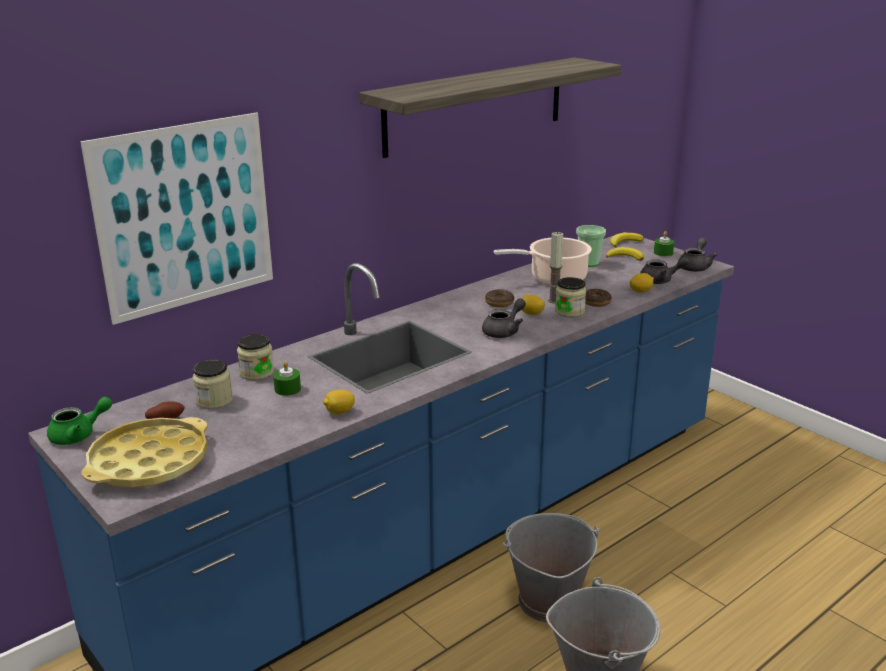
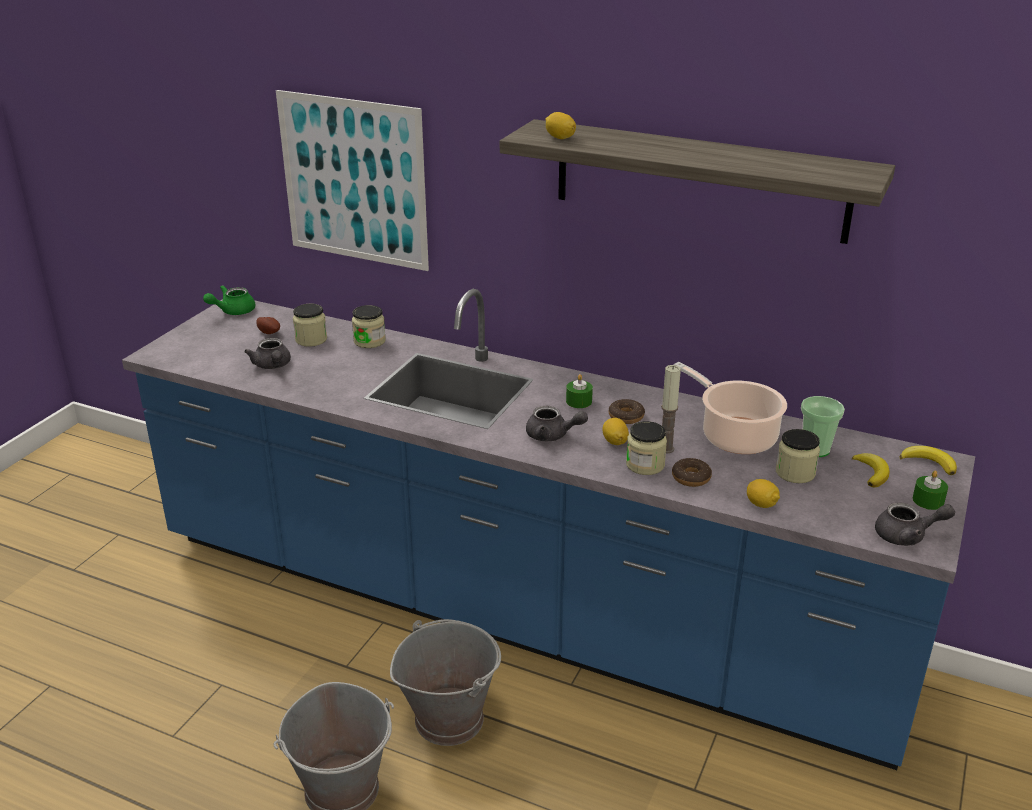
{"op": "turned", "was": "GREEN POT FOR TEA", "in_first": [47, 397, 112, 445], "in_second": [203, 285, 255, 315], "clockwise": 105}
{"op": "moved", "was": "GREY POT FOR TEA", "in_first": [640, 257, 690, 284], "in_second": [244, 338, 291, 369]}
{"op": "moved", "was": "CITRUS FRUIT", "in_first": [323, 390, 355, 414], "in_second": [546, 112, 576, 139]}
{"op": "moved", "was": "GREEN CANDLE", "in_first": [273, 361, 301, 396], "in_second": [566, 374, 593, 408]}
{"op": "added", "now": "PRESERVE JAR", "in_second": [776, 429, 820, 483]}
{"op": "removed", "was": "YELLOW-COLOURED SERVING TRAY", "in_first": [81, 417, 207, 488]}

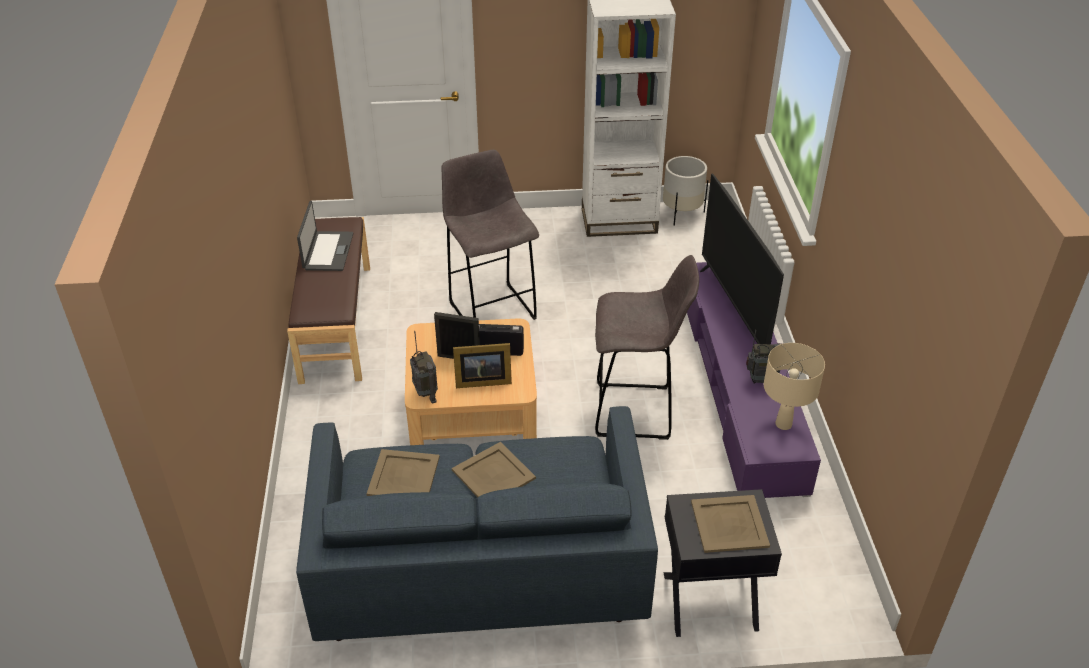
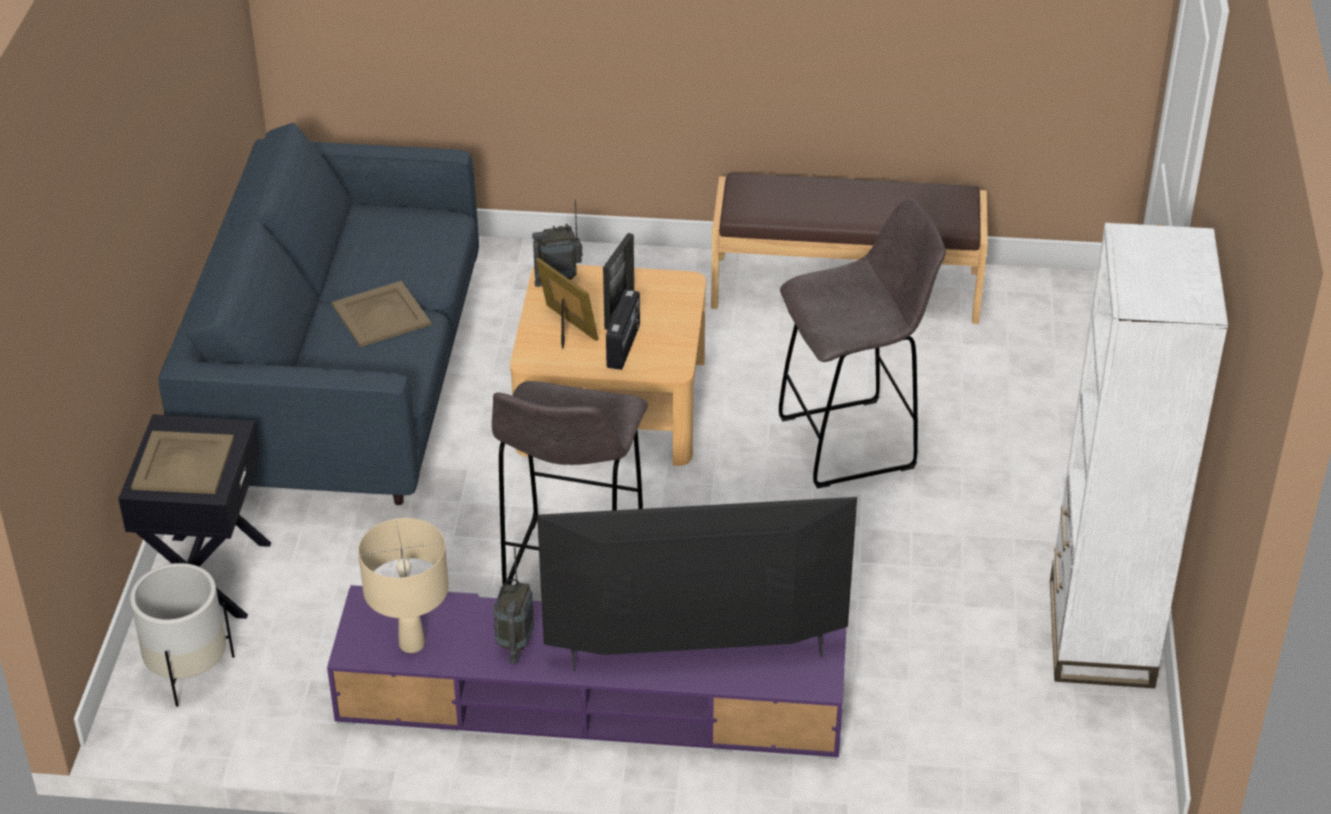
{"op": "moved", "was": "WHITE PLANTER", "in_first": [663, 156, 708, 226], "in_second": [130, 563, 235, 707]}
{"op": "turned", "was": "PICTURE FRAME", "in_first": [453, 343, 512, 388], "in_second": [536, 258, 598, 349], "clockwise": 135}
{"op": "removed", "was": "NOTEBOOK COMPUTER", "in_first": [297, 201, 353, 271]}
{"op": "removed", "was": "BEIGE SERVING TRAY", "in_first": [367, 449, 440, 496]}

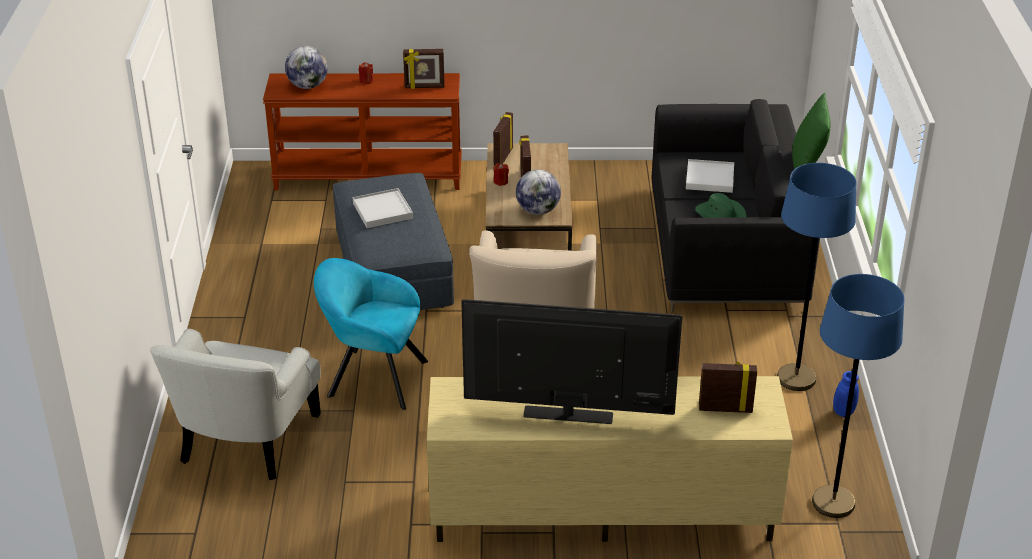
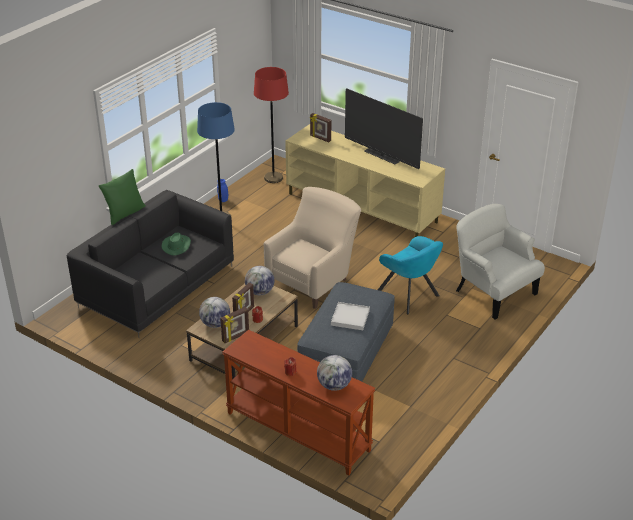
{"op": "added", "now": "WORLD GLOBE", "in_second": [199, 297, 230, 328]}
{"op": "recoloured", "was": "BLUE STANDING LAMP", "now": "REDDISH STANDING LAMP", "in_first": [812, 274, 904, 518], "in_second": [254, 67, 289, 183]}
{"op": "turned", "was": "WHITE LOUNGE CHAIR", "in_first": [150, 329, 321, 480], "in_second": [456, 204, 545, 320], "clockwise": -90}
{"op": "removed", "was": "PICTURE FRAME", "in_first": [403, 49, 445, 89]}
{"op": "removed", "was": "WHITE SERVING TRAY", "in_first": [686, 159, 734, 193]}

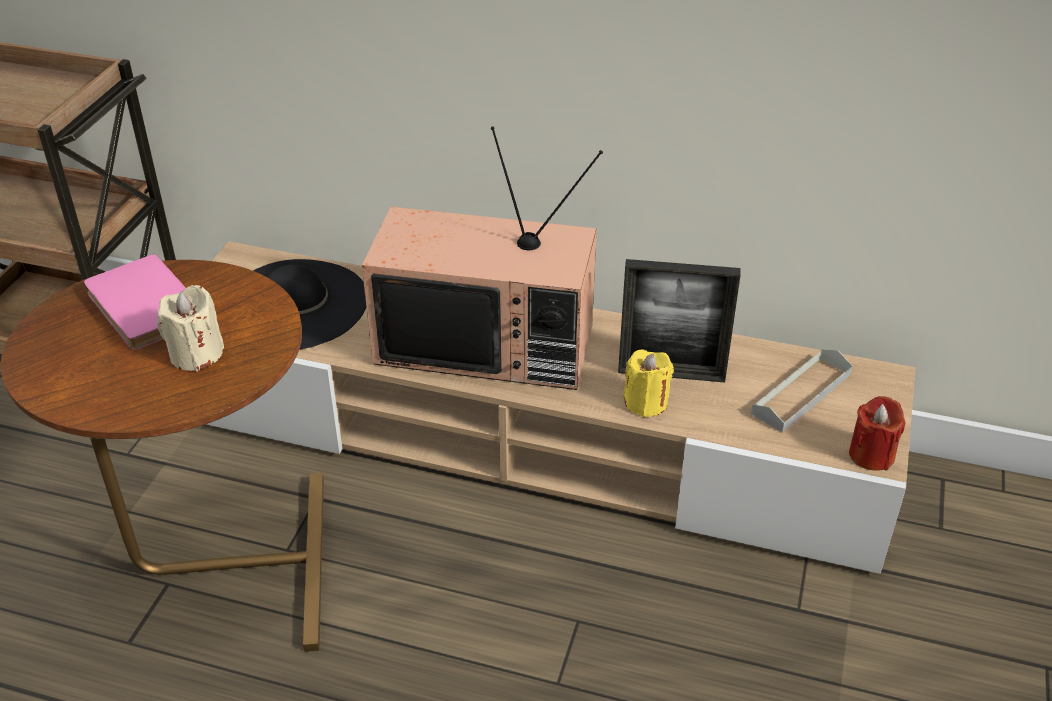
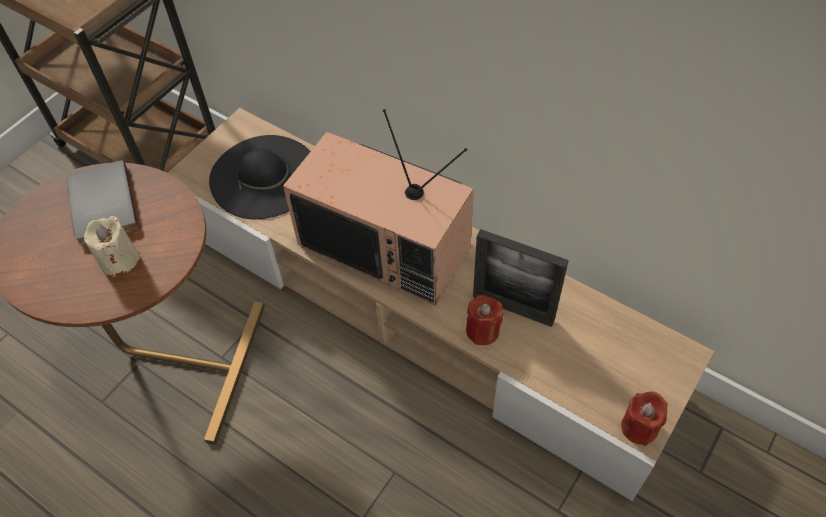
{"op": "recoloured", "was": "PINK BOOK", "now": "GREY BOOK", "in_first": [84, 254, 186, 350], "in_second": [66, 160, 139, 246]}
{"op": "recoloured", "was": "YELLOW-COLOURED CANDLE", "now": "REDDISH CANDLE", "in_first": [623, 349, 674, 417], "in_second": [466, 295, 504, 345]}
{"op": "removed", "was": "GREY SERVING TRAY", "in_first": [751, 349, 853, 432]}

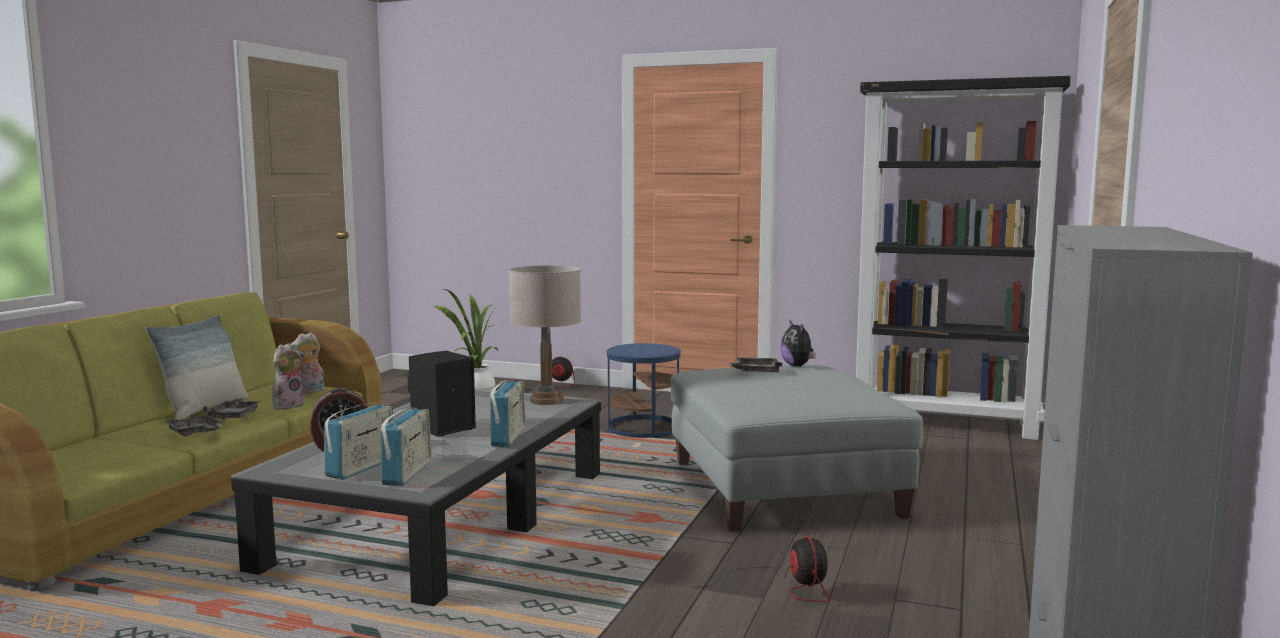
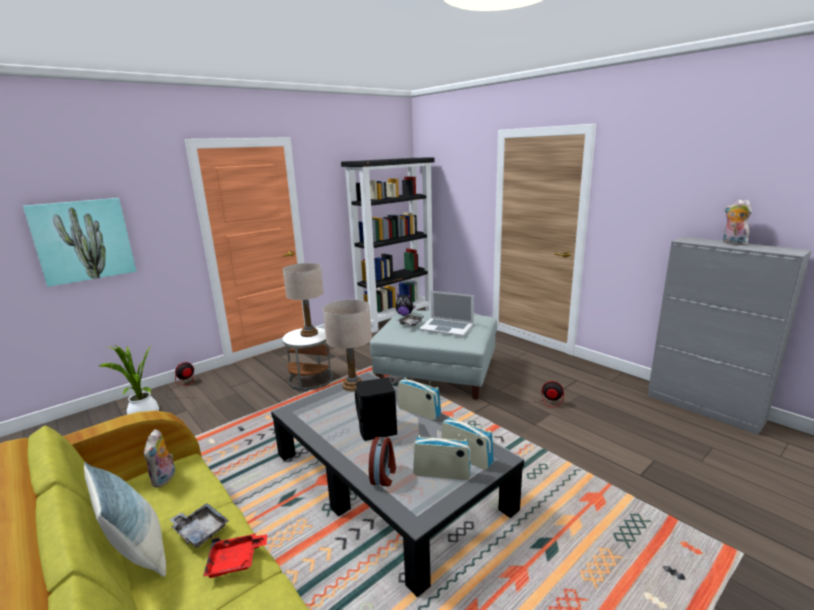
{"op": "added", "now": "WALL ART", "in_second": [23, 198, 136, 287]}
{"op": "recoloured", "was": "GREY SERVING TRAY", "now": "REDDISH SERVING TRAY", "in_first": [165, 411, 223, 437], "in_second": [203, 534, 267, 578]}
{"op": "added", "now": "BEIGE TABLE LAMP", "in_second": [283, 263, 324, 337]}
{"op": "recoloured", "was": "BLUE SIDE TABLE", "now": "WHITE SIDE TABLE", "in_first": [607, 343, 681, 438], "in_second": [283, 327, 333, 391]}
{"op": "turned", "was": "RADIO SET", "in_first": [324, 404, 394, 480], "in_second": [413, 434, 471, 480], "clockwise": -45}
{"op": "added", "now": "NOTEBOOK COMPUTER", "in_second": [419, 291, 474, 337]}
{"op": "moved", "was": "SOFT TOY", "in_first": [272, 343, 304, 410], "in_second": [723, 200, 752, 245]}

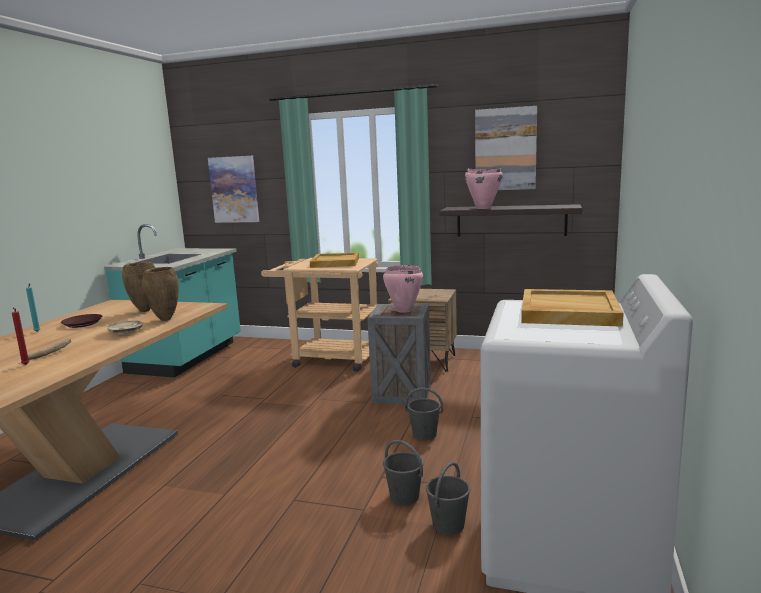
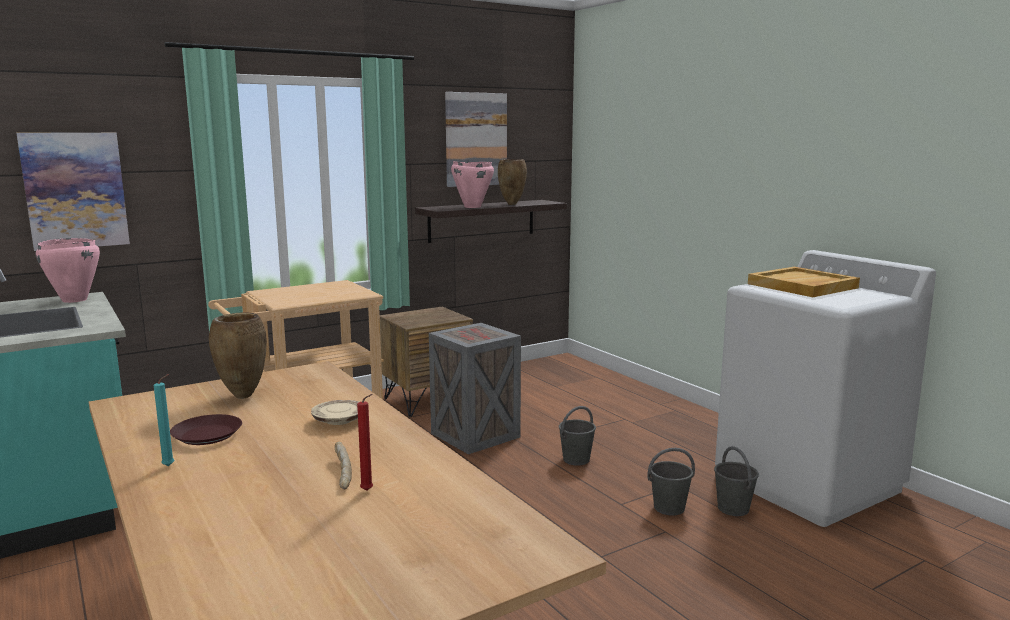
{"op": "moved", "was": "PINK COOKING POT", "in_first": [383, 265, 423, 313], "in_second": [36, 238, 100, 303]}
{"op": "moved", "was": "BROWN DECORATIVE VASE", "in_first": [142, 267, 179, 321], "in_second": [498, 159, 527, 205]}
{"op": "removed", "was": "BEIGE SERVING TRAY", "in_first": [310, 252, 359, 268]}

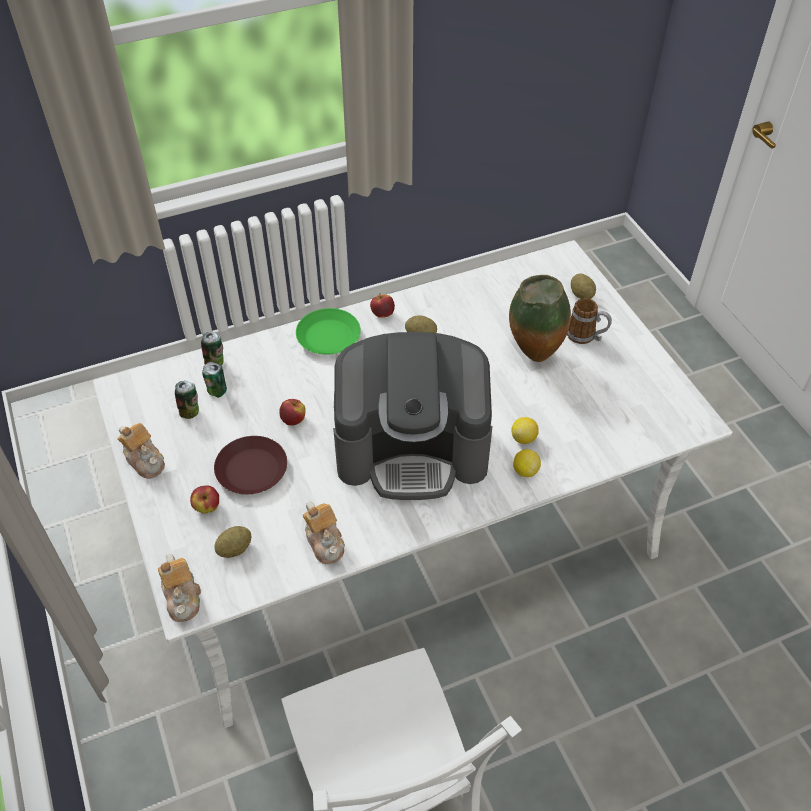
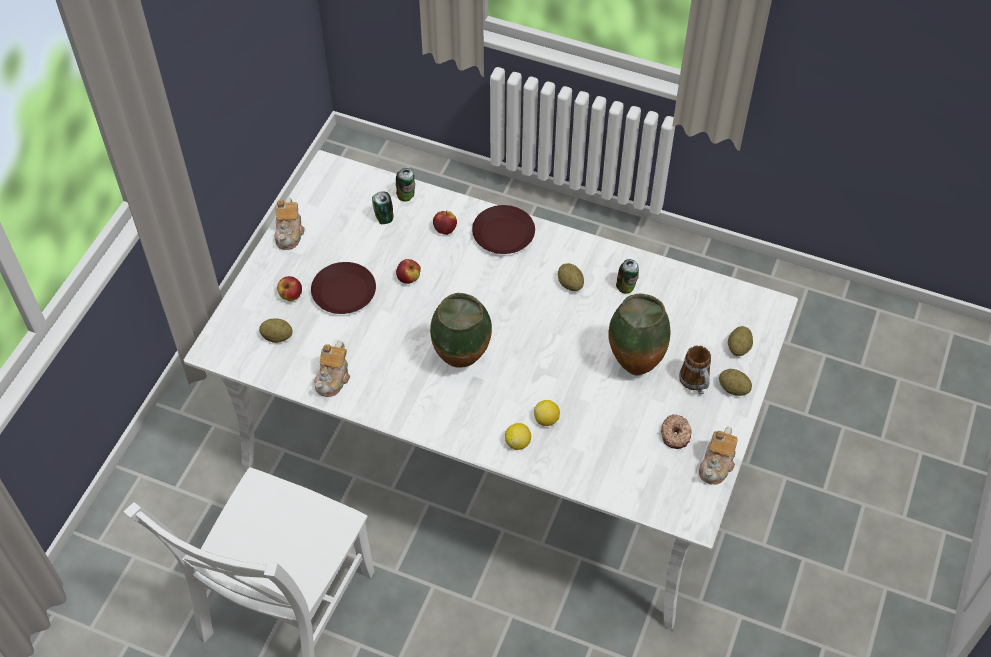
{"op": "replaced", "was": "COFFEE BREWER", "now": "DECORATIVE VASE", "in_first": [333, 332, 493, 500], "in_second": [430, 293, 492, 368]}
{"op": "moved", "was": "APPLE FRUIT", "in_first": [370, 293, 395, 318], "in_second": [433, 210, 457, 235]}
{"op": "recoloured", "was": "GREEN DINNER PLATE", "now": "BROWN DINNER PLATE", "in_first": [296, 308, 361, 355], "in_second": [472, 205, 535, 254]}
{"op": "moved", "was": "SEALED CAN", "in_first": [175, 381, 199, 419], "in_second": [616, 259, 639, 293]}
{"op": "added", "now": "DONUT", "in_second": [661, 414, 692, 449]}
{"op": "moved", "was": "POT FOR TEA", "in_first": [158, 554, 201, 622], "in_second": [699, 427, 738, 484]}
{"op": "added", "now": "POTATO", "in_second": [719, 369, 752, 396]}

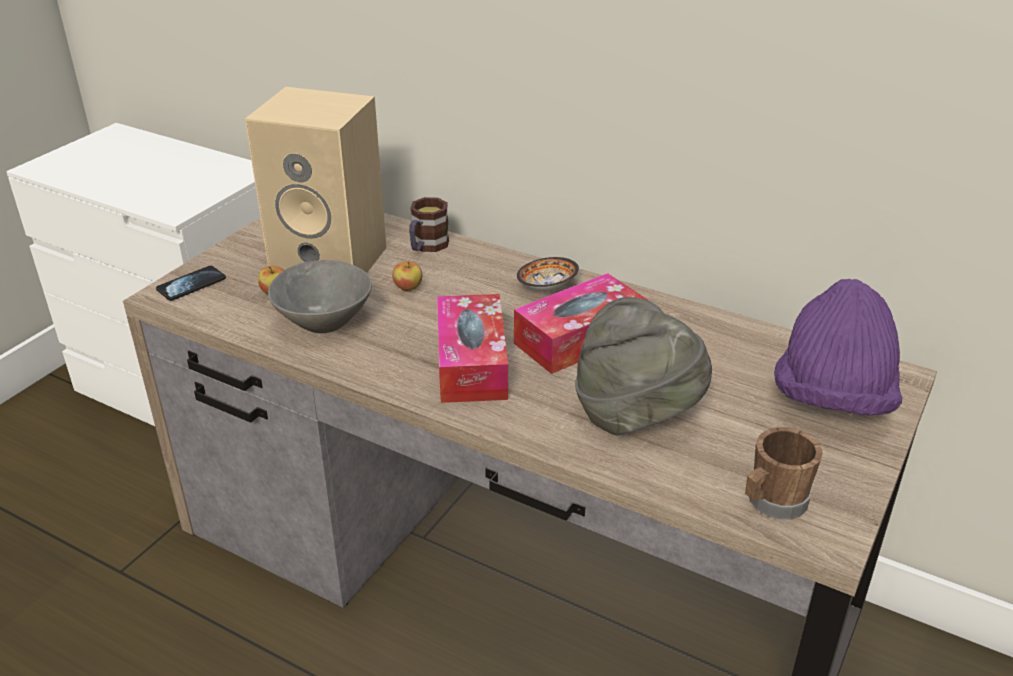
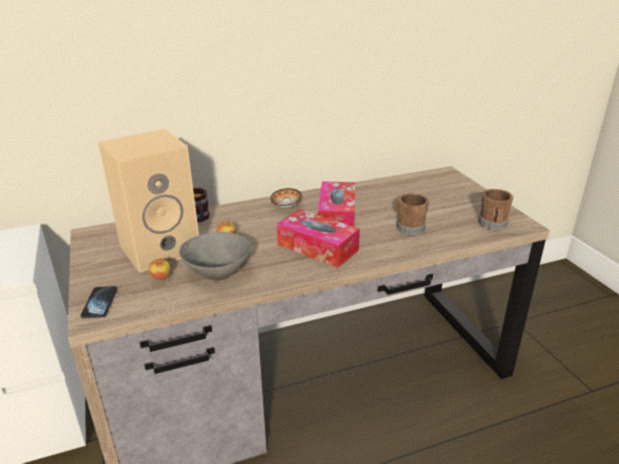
{"op": "replaced", "was": "GREY HAT", "now": "BROWN MUG", "in_first": [575, 297, 712, 436], "in_second": [395, 193, 429, 235]}
{"op": "removed", "was": "PURPLE-COLOURED HAT", "in_first": [774, 279, 902, 416]}

